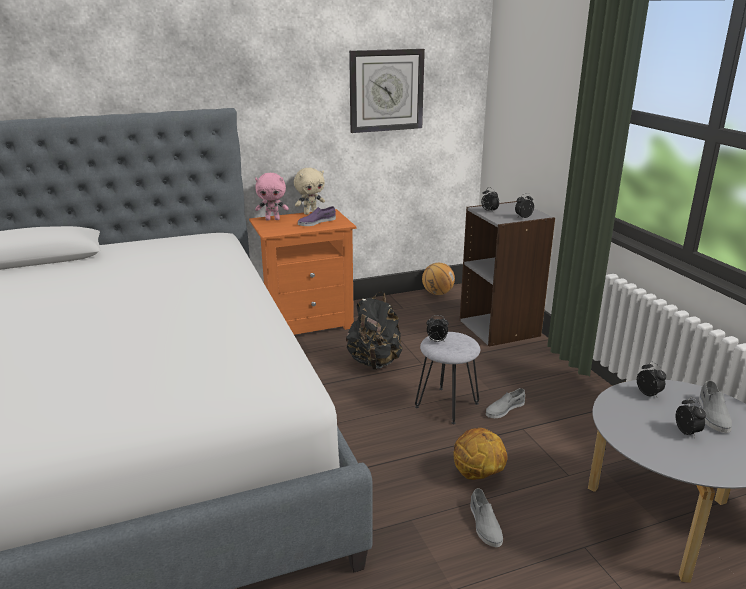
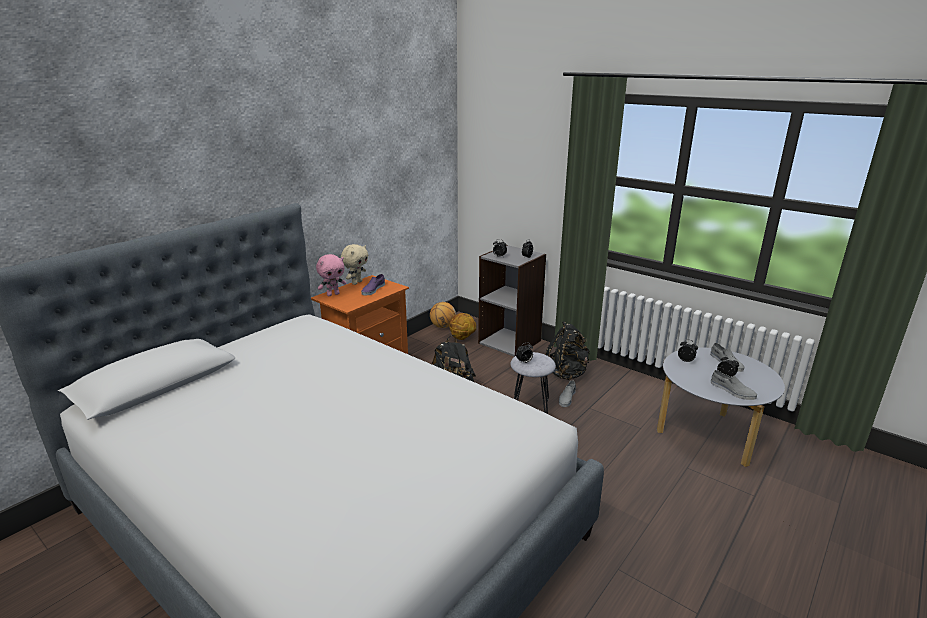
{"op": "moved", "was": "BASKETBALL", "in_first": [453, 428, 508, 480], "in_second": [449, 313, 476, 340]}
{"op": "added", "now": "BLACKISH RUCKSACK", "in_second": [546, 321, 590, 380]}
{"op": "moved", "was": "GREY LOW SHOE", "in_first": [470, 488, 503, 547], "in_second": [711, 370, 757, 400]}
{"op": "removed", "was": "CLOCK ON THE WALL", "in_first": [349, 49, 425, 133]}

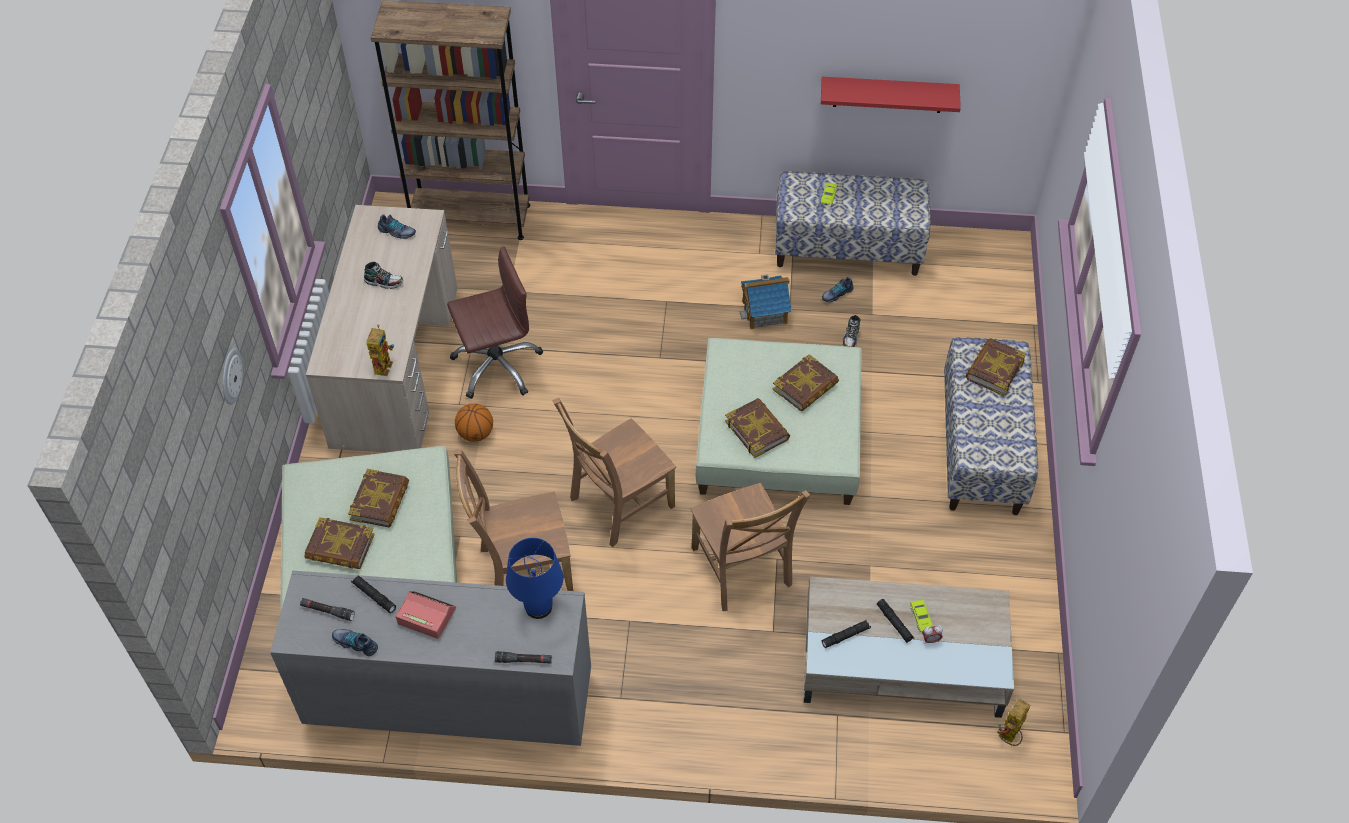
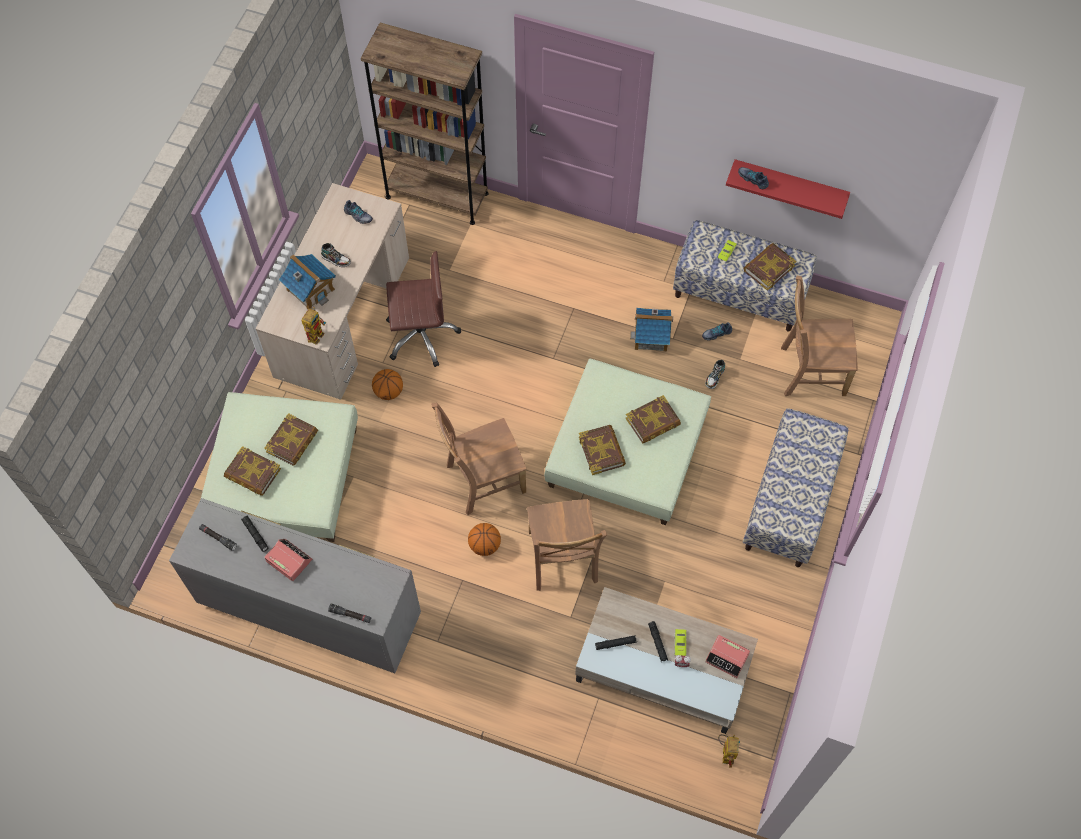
{"op": "added", "now": "TOY HOUSE", "in_second": [279, 254, 336, 309]}
{"op": "added", "now": "BASKETBALL", "in_second": [468, 523, 501, 556]}
{"op": "added", "now": "TABLE CLOCK", "in_second": [705, 635, 750, 678]}
{"op": "turned", "was": "ROBOT FIGURE", "in_first": [997, 698, 1030, 746], "in_second": [718, 734, 740, 768], "clockwise": 135}
{"op": "moved", "was": "LOW SHOE", "in_first": [332, 629, 378, 656], "in_second": [738, 167, 769, 189]}
{"op": "moved", "was": "BOOK", "in_first": [966, 338, 1027, 396], "in_second": [743, 243, 797, 291]}
{"op": "moved", "was": "BROWN PLAIN CHAIR", "in_first": [454, 450, 573, 591], "in_second": [781, 276, 858, 396]}
{"op": "removed", "was": "CLOCK ON THE WALL", "in_first": [223, 348, 243, 405]}
{"op": "removed", "was": "BLUE TABLE LAMP", "in_first": [506, 538, 563, 619]}

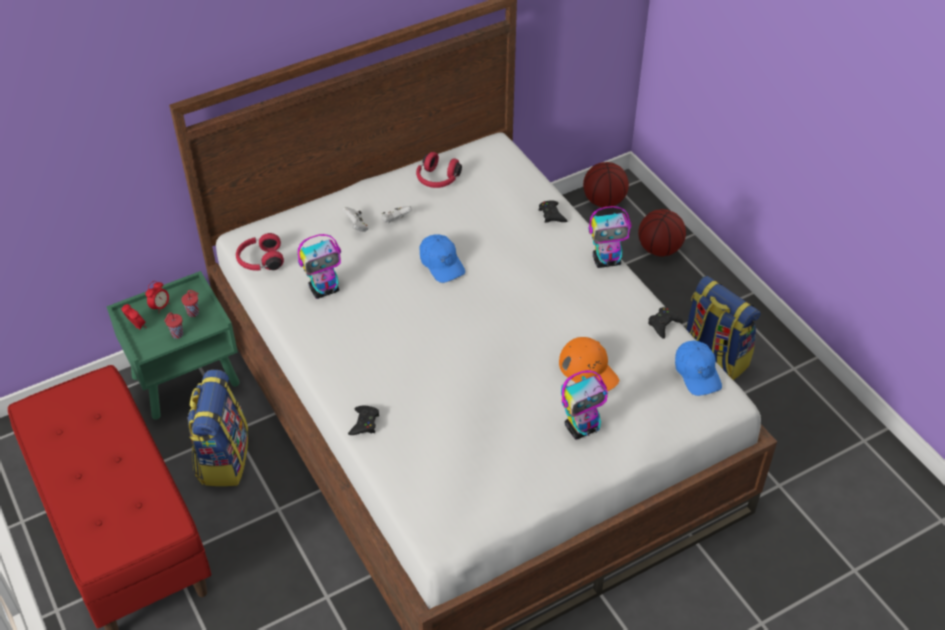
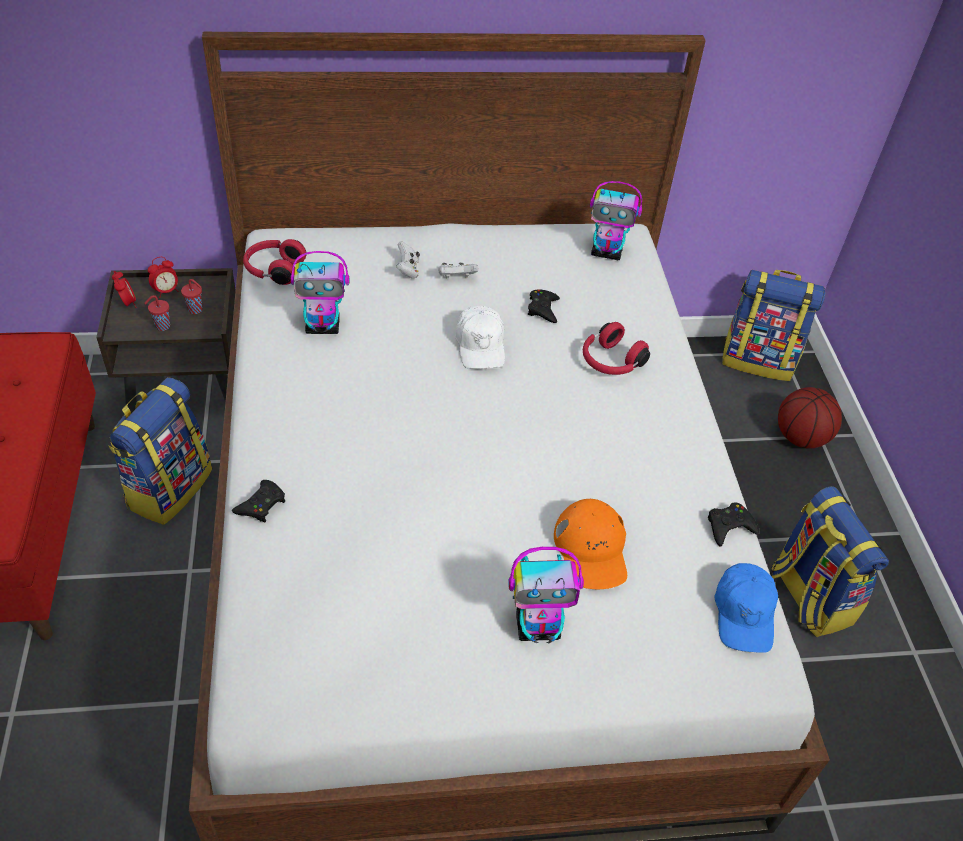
{"op": "recoloured", "was": "GREEN BEDSIDE TABLE", "now": "BROWN BEDSIDE TABLE", "in_first": [106, 271, 240, 420], "in_second": [96, 268, 236, 413]}
{"op": "recoloured", "was": "BLUE PEAKED CAP", "now": "WHITE PEAKED CAP", "in_first": [419, 234, 465, 283], "in_second": [455, 305, 505, 369]}
{"op": "moved", "was": "BLACKISH GAME CONTROLLER", "in_first": [539, 200, 568, 223], "in_second": [528, 289, 560, 323]}
{"op": "moved", "was": "REDDISH PAIR OF HEADPHONES", "in_first": [416, 152, 462, 188], "in_second": [583, 322, 650, 375]}
{"op": "moved", "was": "ROBOT FIGURE", "in_first": [588, 206, 631, 268], "in_second": [590, 181, 642, 260]}
{"op": "replaced", "was": "BASKETBALL", "now": "RUCKSACK", "in_first": [583, 162, 629, 207], "in_second": [722, 270, 825, 381]}

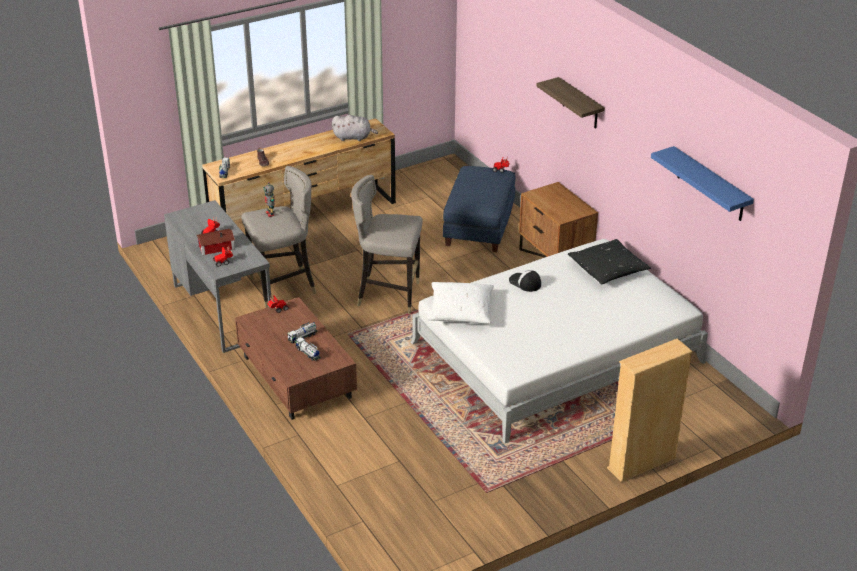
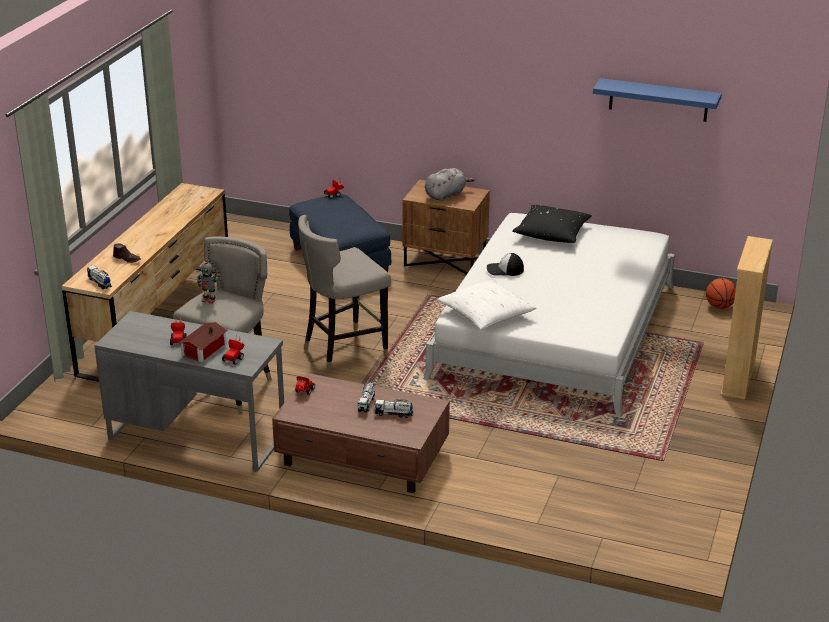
{"op": "moved", "was": "GREY SOFT TOY", "in_first": [332, 115, 378, 141], "in_second": [425, 168, 475, 201]}
{"op": "added", "now": "BASKETBALL", "in_second": [706, 278, 736, 309]}
{"op": "removed", "was": "SHELF", "in_first": [536, 77, 605, 129]}

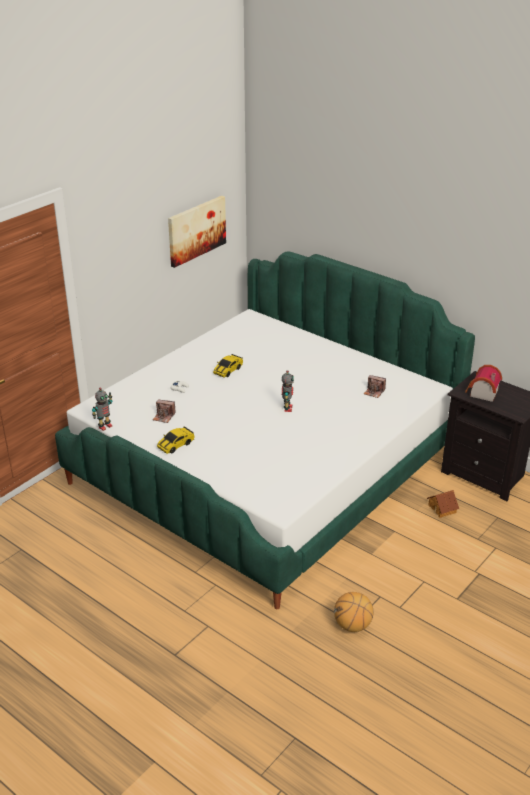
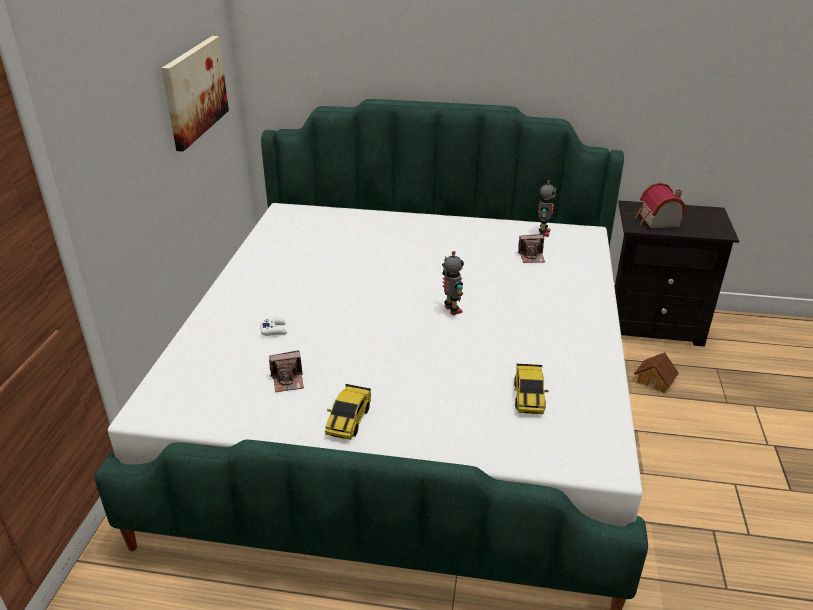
{"op": "moved", "was": "TOY CAR", "in_first": [213, 354, 243, 378], "in_second": [514, 364, 548, 414]}
{"op": "moved", "was": "ROBOT FIGURE", "in_first": [92, 387, 112, 431], "in_second": [538, 180, 556, 237]}
{"op": "removed", "was": "BASKETBALL", "in_first": [334, 592, 373, 632]}

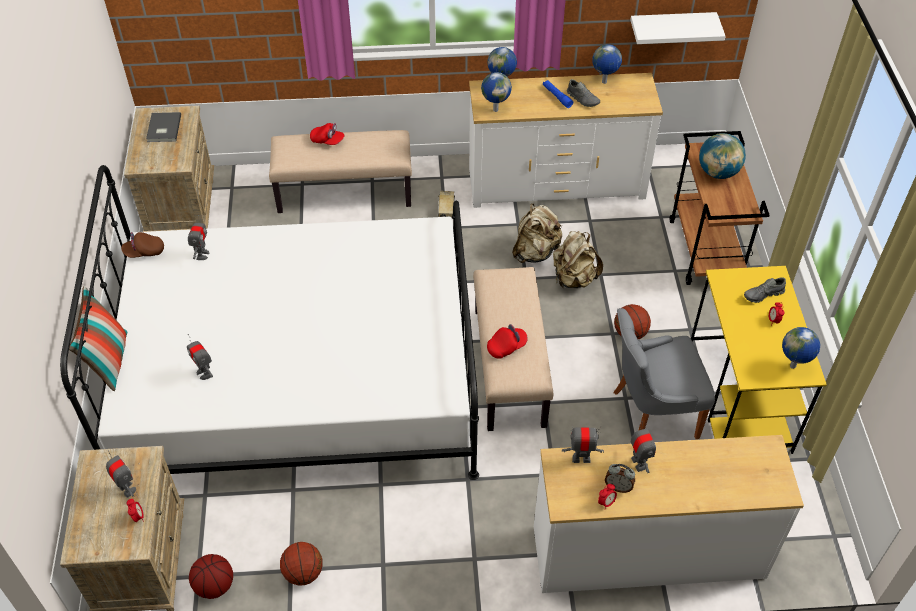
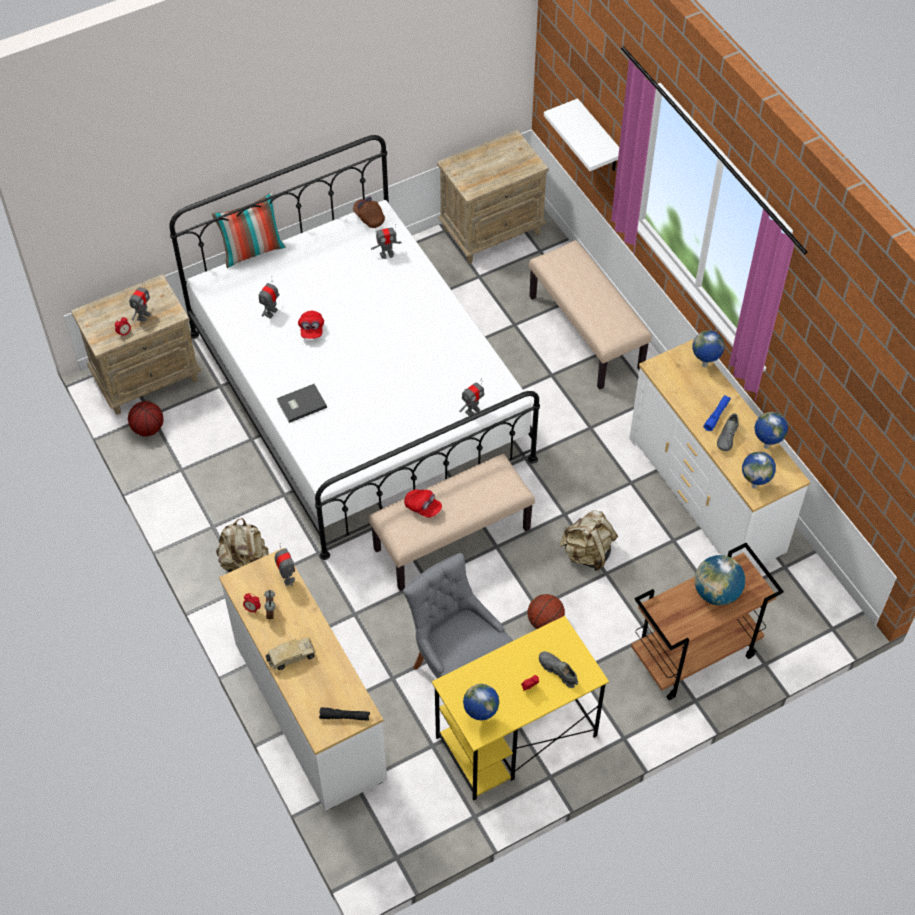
{"op": "moved", "was": "BEIGE RUCKSACK", "in_first": [512, 204, 562, 263], "in_second": [216, 518, 268, 572]}
{"op": "moved", "was": "TOY TRUCK", "in_first": [438, 191, 455, 217], "in_second": [266, 637, 315, 670]}
{"op": "moved", "was": "GREY BOOK", "in_first": [146, 112, 181, 142], "in_second": [277, 384, 327, 423]}
{"op": "moved", "was": "REDDISH PEAKED CAP", "in_first": [310, 123, 345, 145], "in_second": [298, 311, 324, 339]}
{"op": "added", "now": "BLACKISH HAND TORCH", "in_second": [319, 707, 370, 721]}
{"op": "moved", "was": "ROBOT FIGURE", "in_first": [630, 421, 656, 473], "in_second": [459, 378, 485, 416]}
{"op": "moved", "was": "WHITE SHELF", "in_first": [630, 12, 726, 44], "in_second": [544, 98, 619, 171]}
{"op": "moved", "was": "WORLD GLOBE", "in_first": [481, 72, 512, 112], "in_second": [742, 452, 776, 489]}
{"op": "removed", "was": "BASKETBALL", "in_first": [280, 542, 323, 586]}

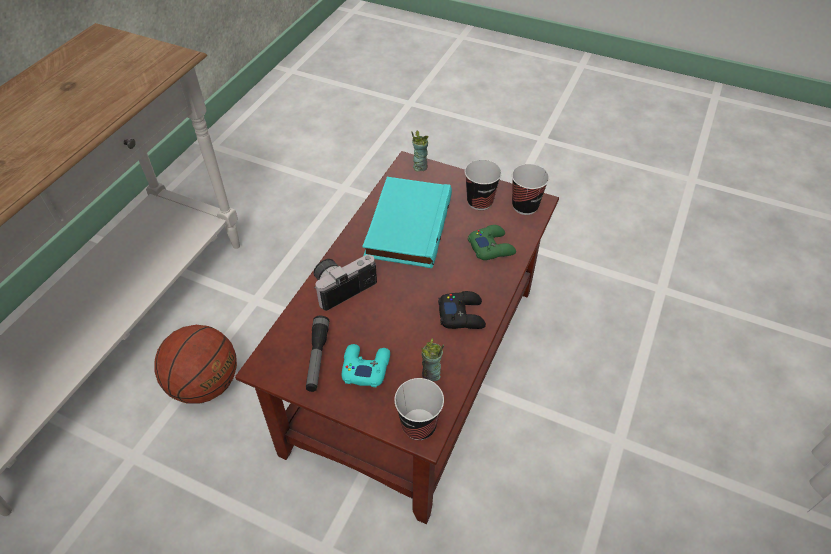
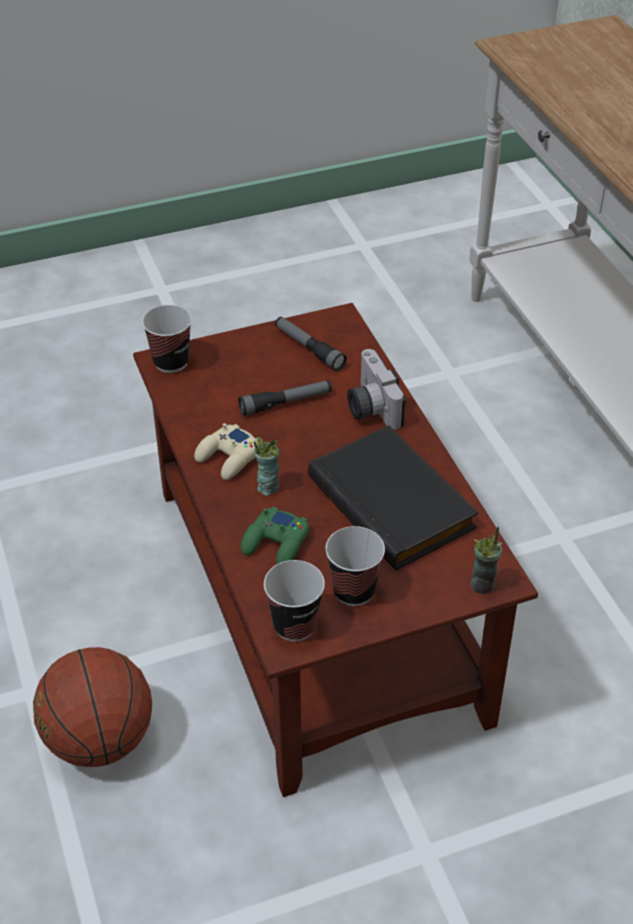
{"op": "moved", "was": "BASKETBALL", "in_first": [154, 325, 237, 404], "in_second": [33, 647, 152, 767]}
{"op": "recoloured", "was": "BLACKISH GAME CONTROLLER", "now": "BEIGE GAME CONTROLLER", "in_first": [438, 291, 486, 329], "in_second": [194, 423, 258, 480]}
{"op": "added", "now": "HAND TORCH", "in_second": [238, 380, 332, 416]}
{"op": "moved", "was": "CUP", "in_first": [421, 338, 444, 381], "in_second": [254, 436, 280, 496]}
{"op": "recoloured", "was": "TURQUOISE BOOK", "now": "BLACKISH BOOK", "in_first": [362, 177, 452, 268], "in_second": [308, 425, 479, 571]}
{"op": "turned", "was": "PHOTO CAMERA", "in_first": [313, 255, 377, 311], "in_second": [347, 349, 406, 430], "clockwise": 150}
{"op": "removed", "was": "TURQUOISE GAME CONTROLLER", "in_first": [342, 344, 390, 388]}

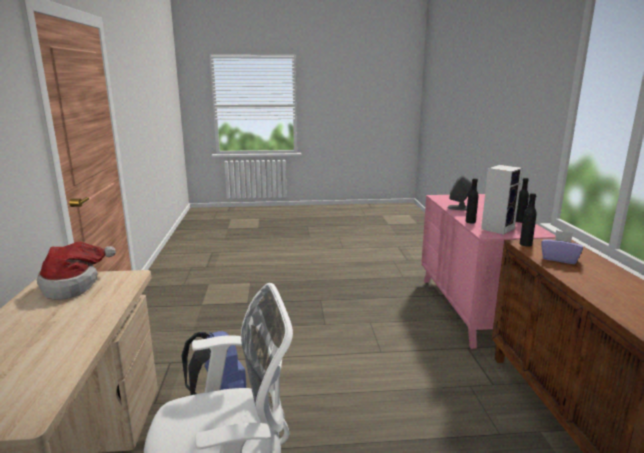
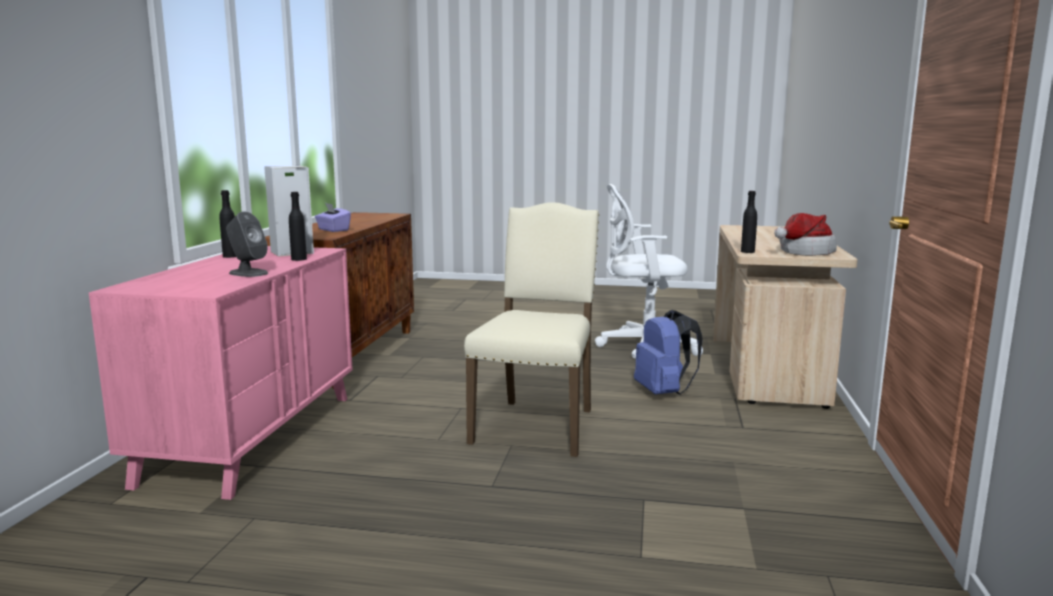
{"op": "added", "now": "BEIGE PLAIN CHAIR", "in_second": [464, 202, 599, 457]}
{"op": "moved", "was": "BLACKISH BOTTLE", "in_first": [520, 193, 537, 247], "in_second": [741, 191, 757, 253]}

